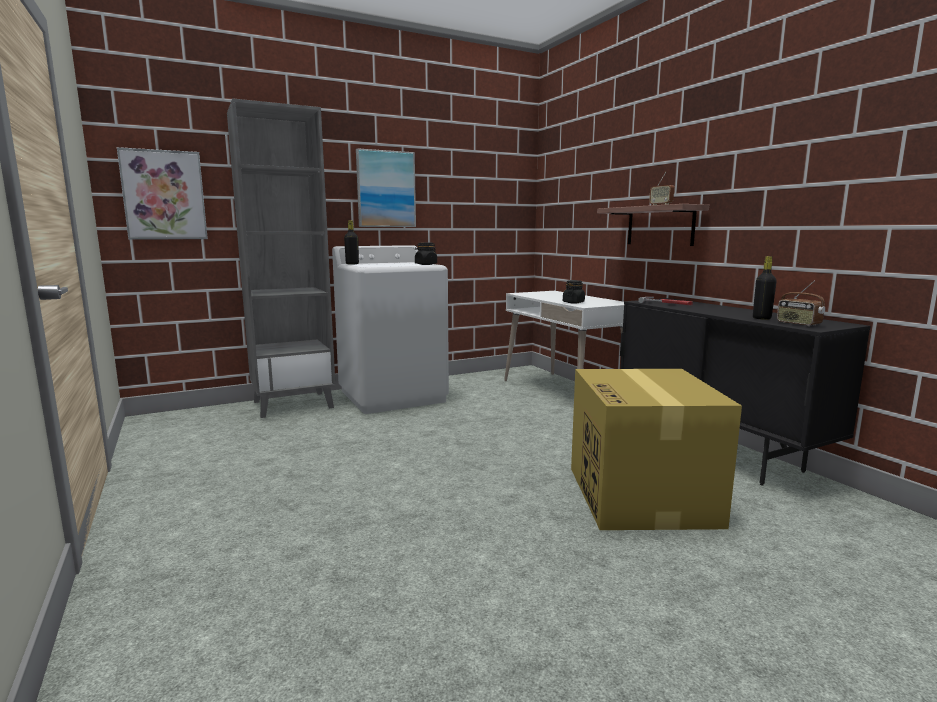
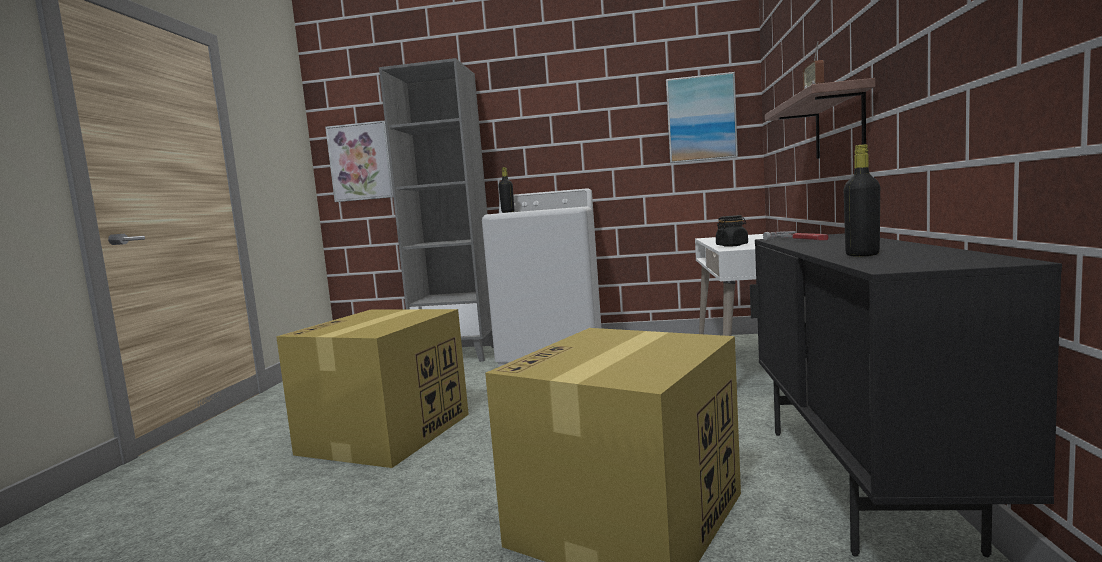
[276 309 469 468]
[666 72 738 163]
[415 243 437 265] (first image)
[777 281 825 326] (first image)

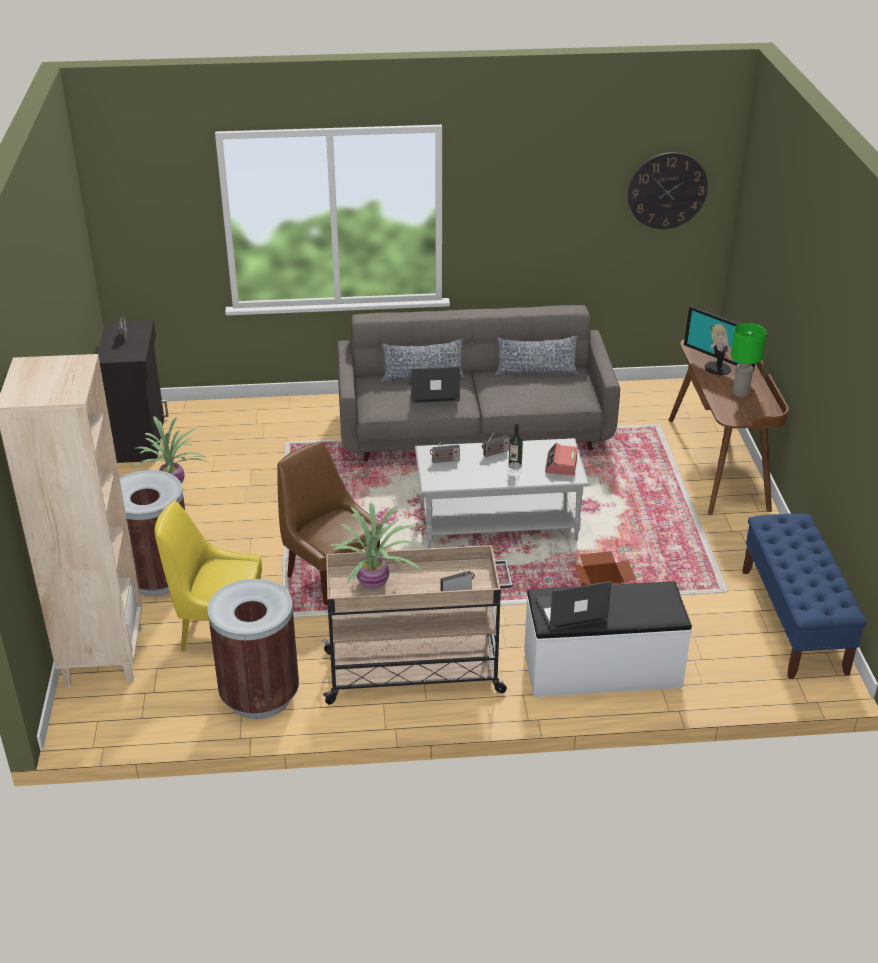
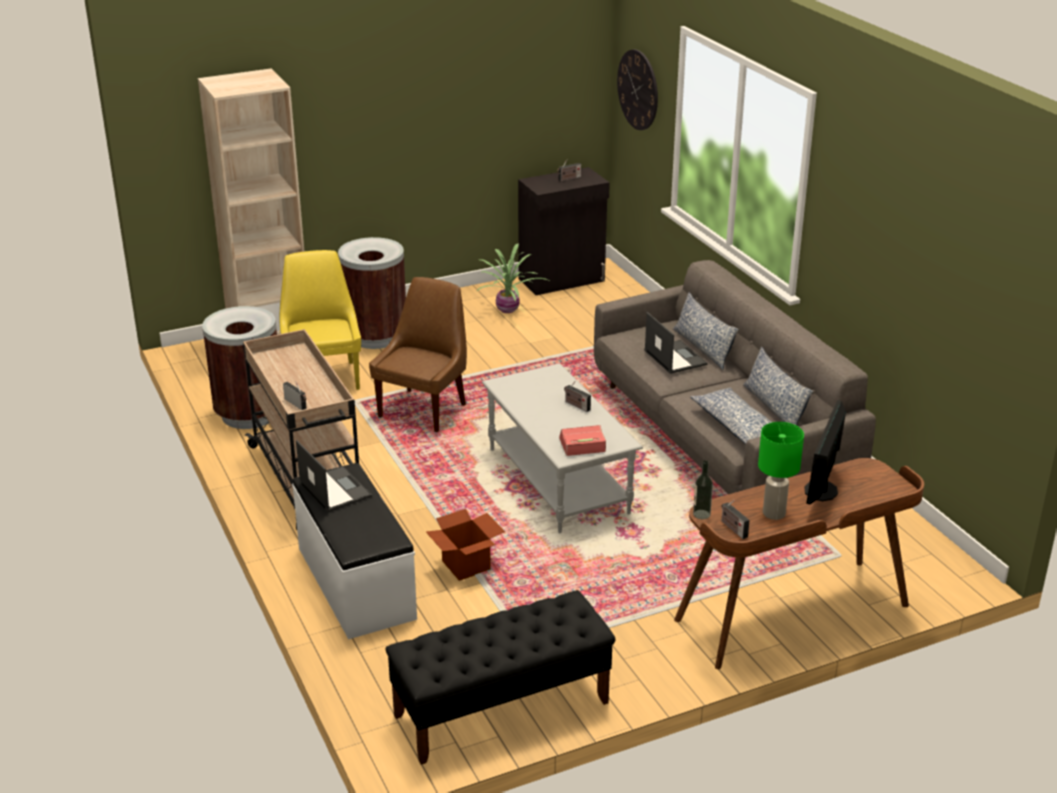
[386 590 615 765]
[617 49 658 130]
[690 387 772 444]
[693 460 713 519]
[722 500 750 539]
[328 503 423 589] (first image)

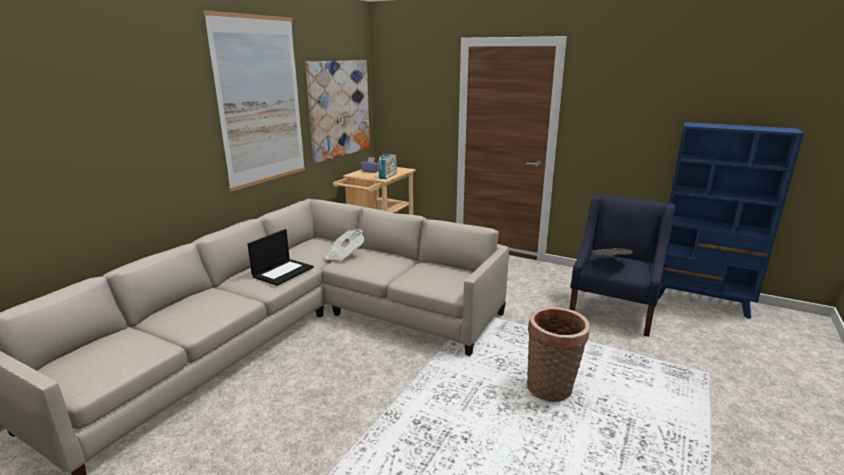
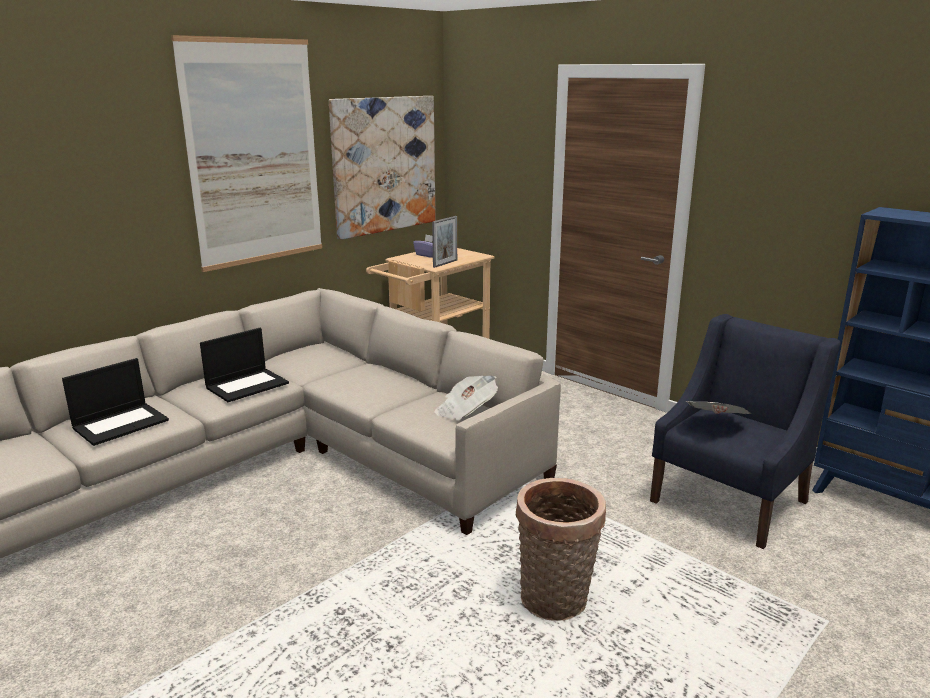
[62 358 169 446]
[432 216 457 268]
[434 376 498 421]

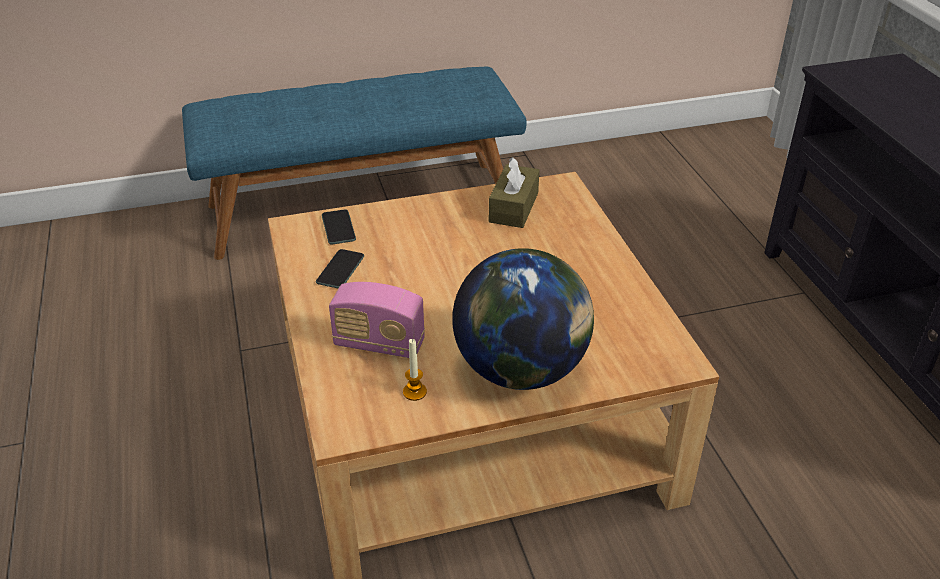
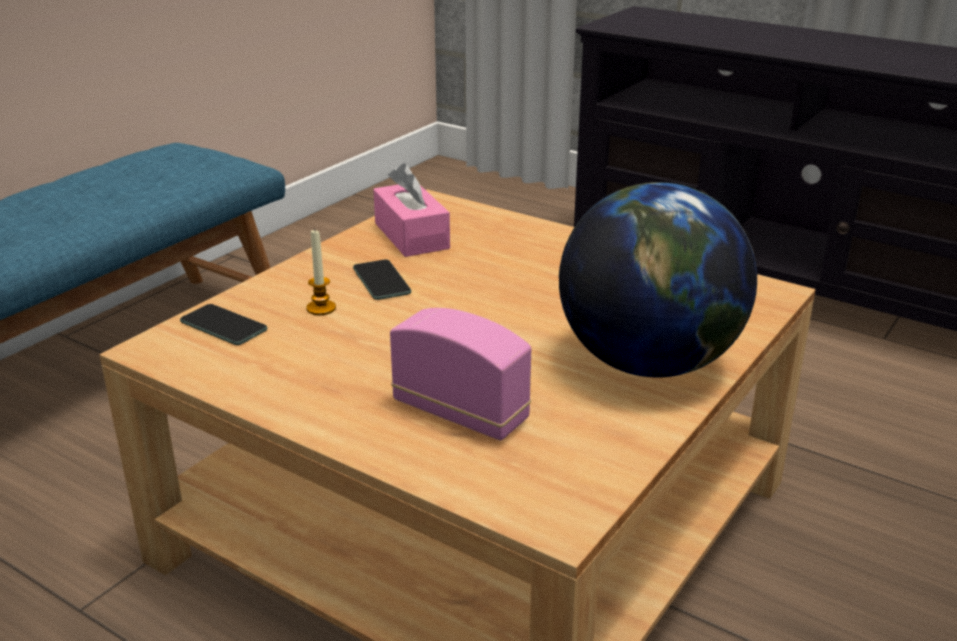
[306 228 336 315]
[353 260 411 300]
[373 163 450 257]
[390 308 531 440]

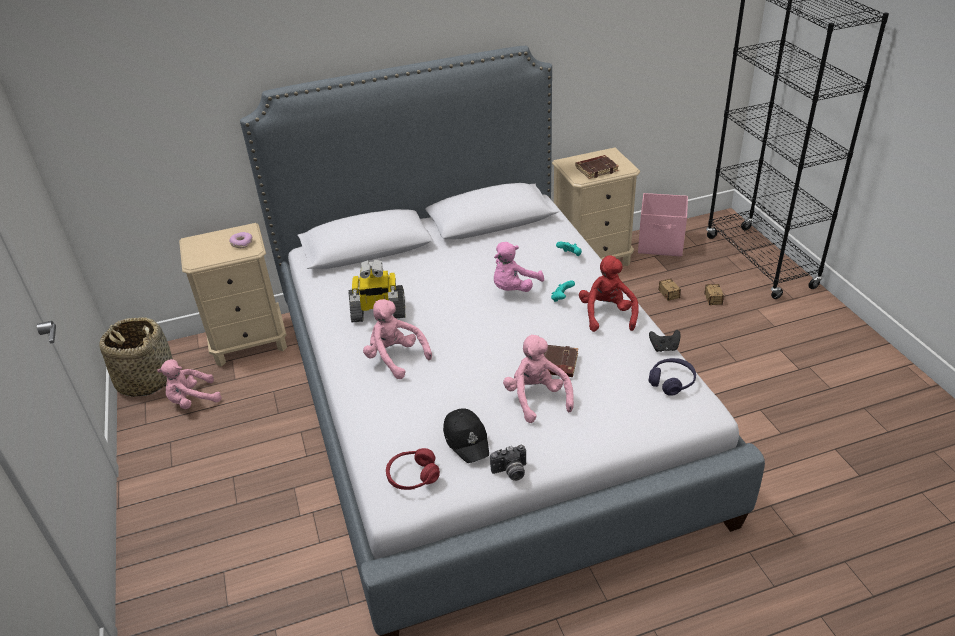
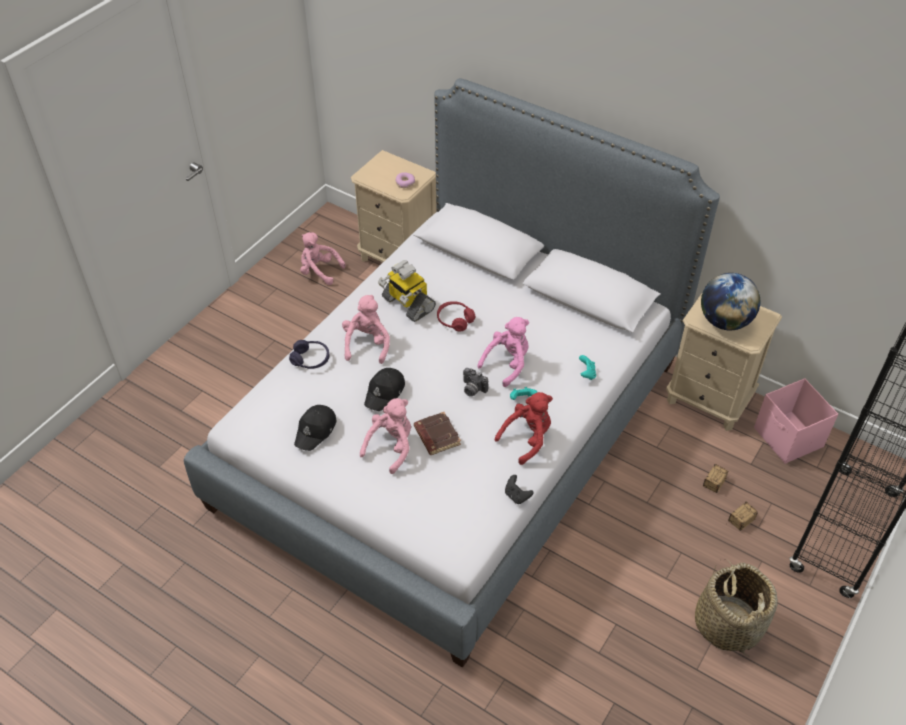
[289 340 329 369]
[364 368 405 411]
[437 301 475 332]
[463 368 488 397]
[477 317 529 387]
[695 561 778 656]
[701 273 760 330]

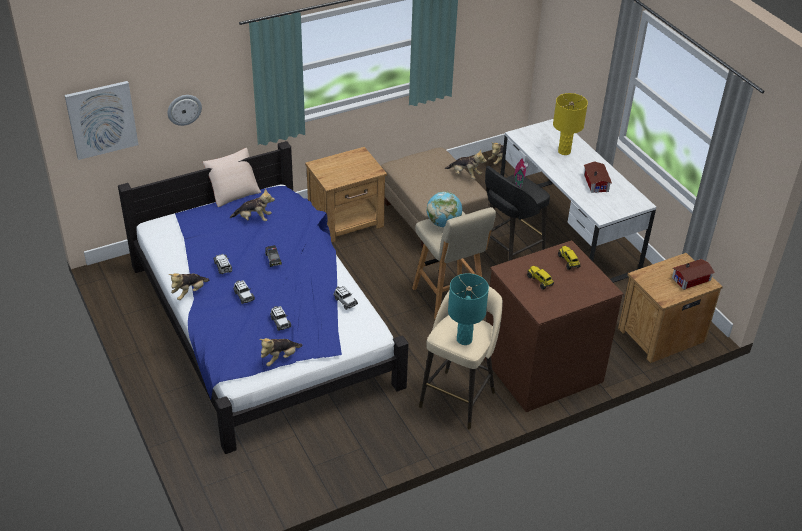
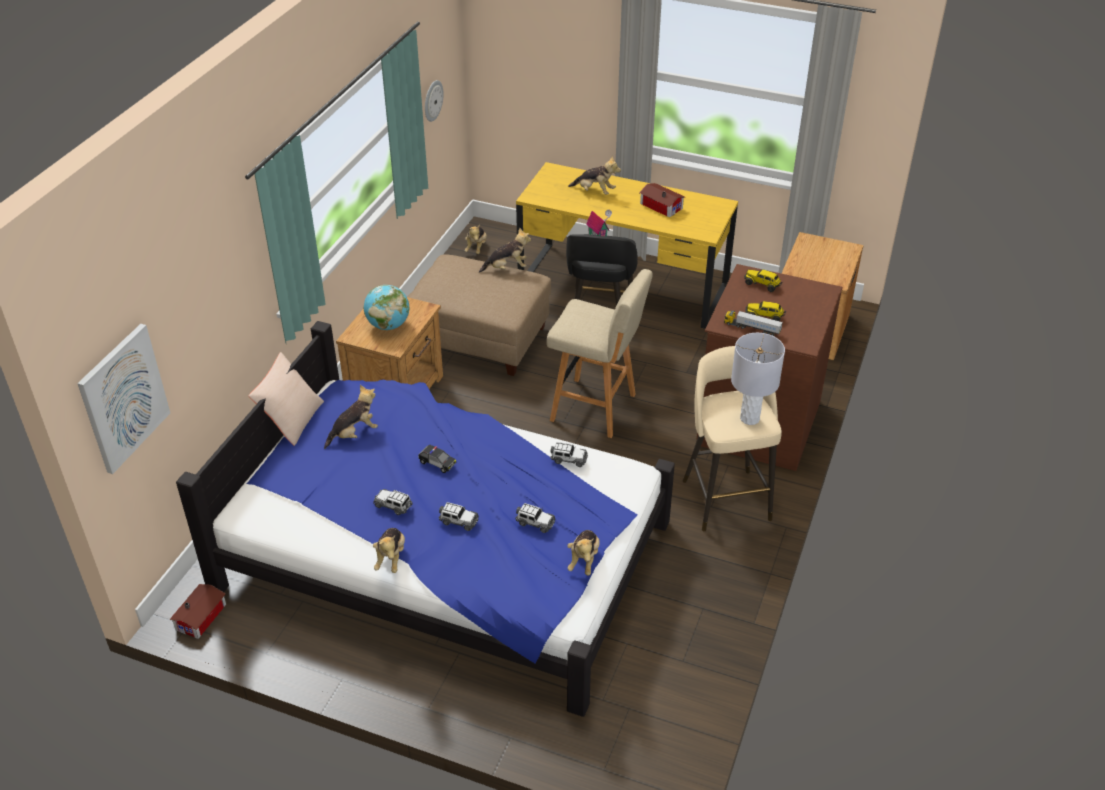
[169 584 226 639]
[364 285 409 330]
[425 80 443 122]
[516 162 738 329]
[568 156 621 195]
[724 311 783 336]
[731 333 785 425]

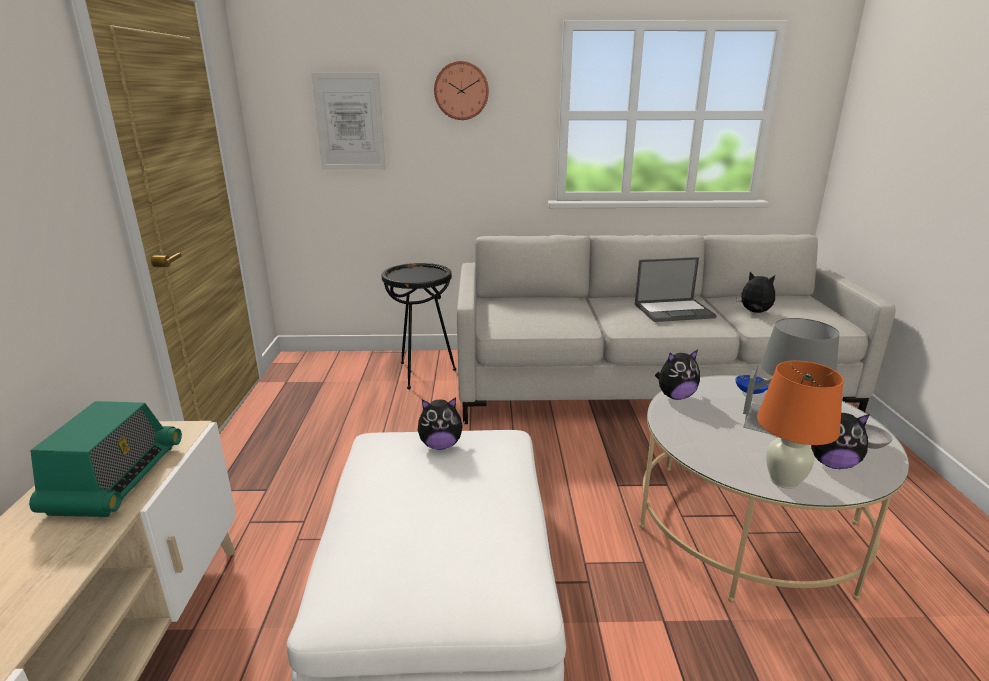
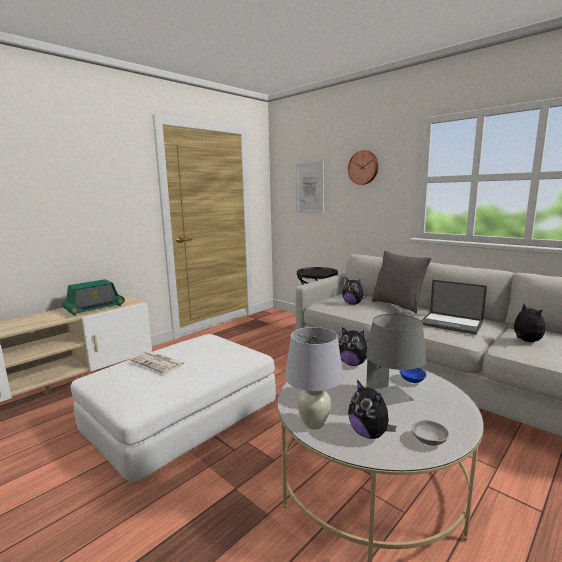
[130 351 185 374]
[285 327 343 429]
[342 278 367 305]
[371 251 432 314]

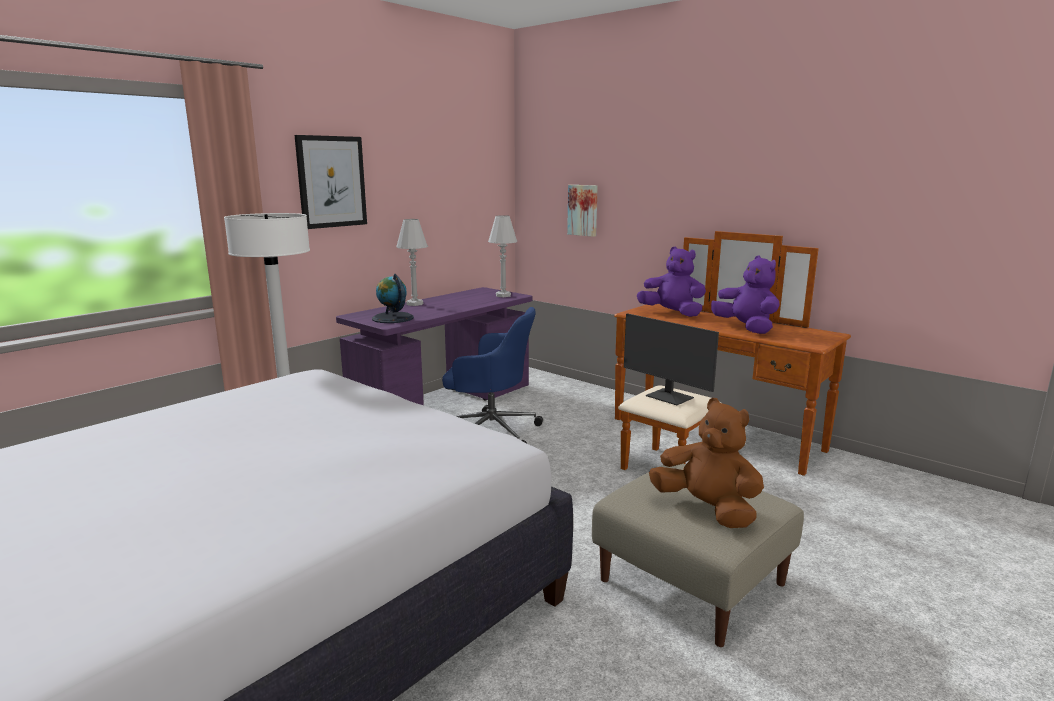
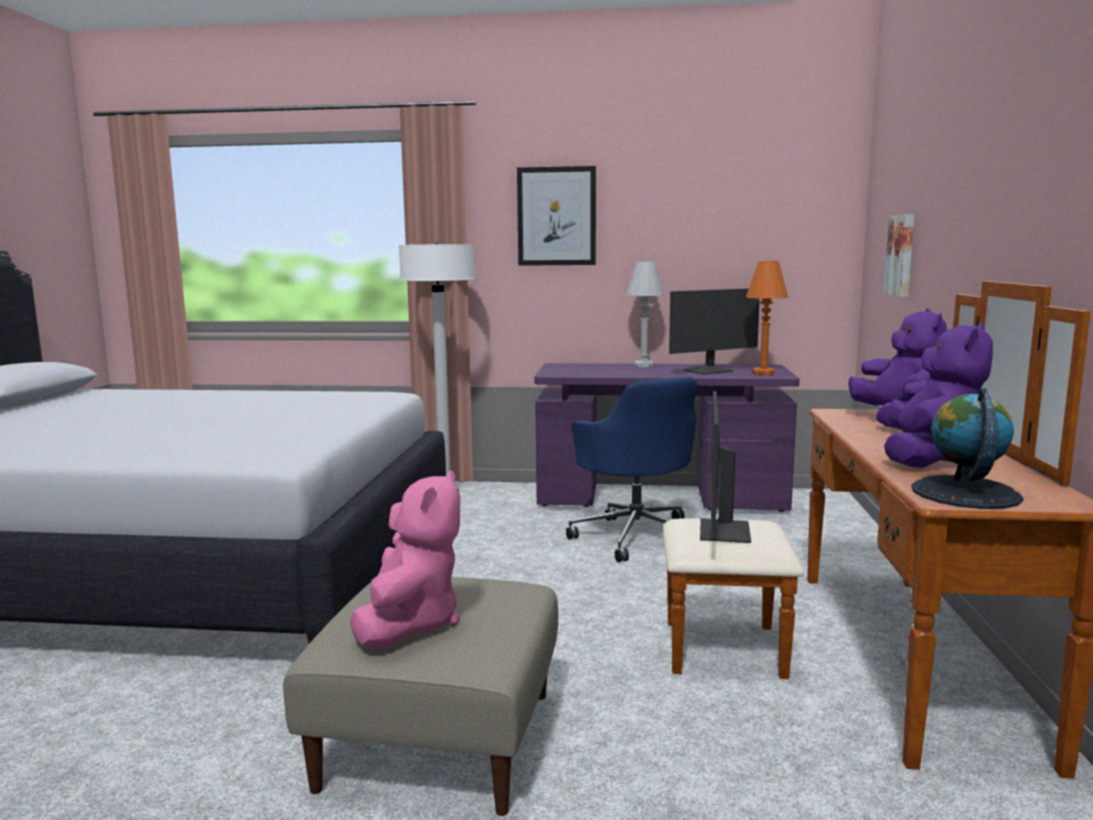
[350 470 460 649]
[669 289 760 375]
[746 261 788 375]
[911 388 1024 509]

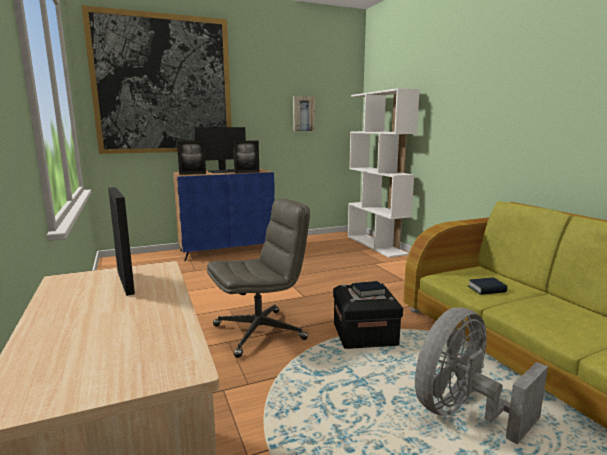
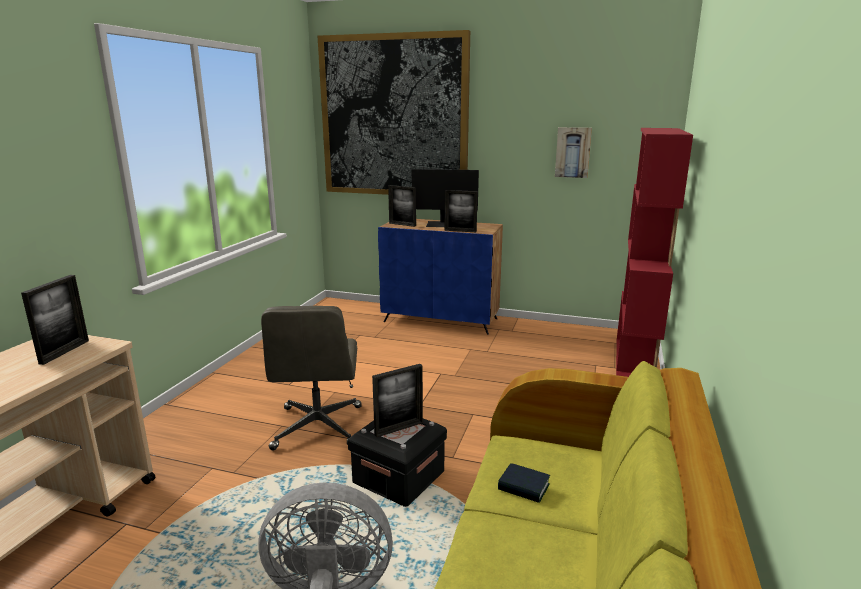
[261 306 362 450]
[372 364 423 437]
[616 128 693 377]

